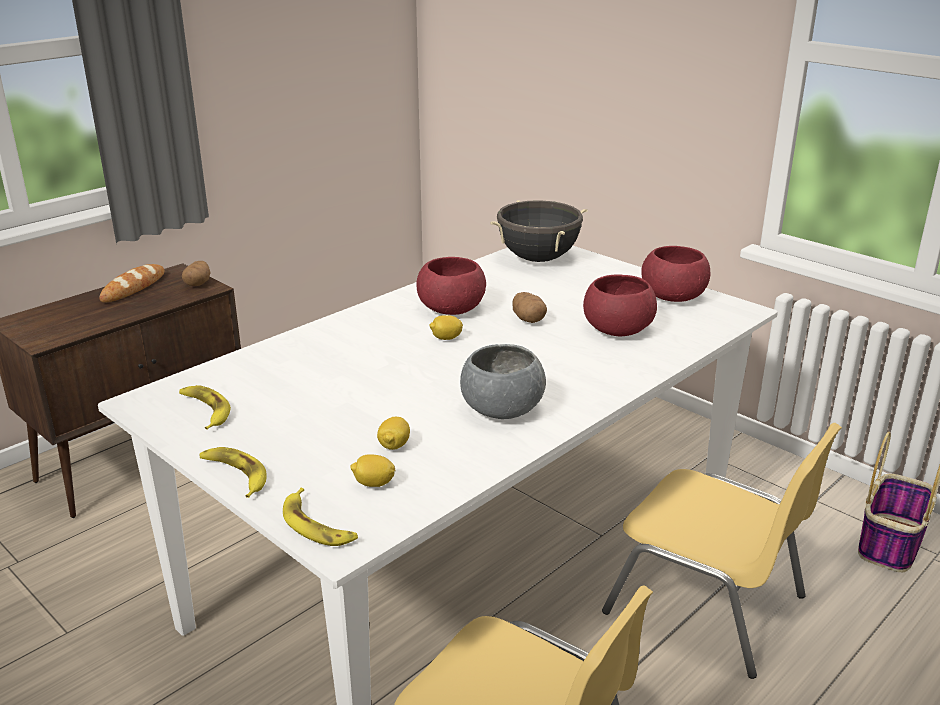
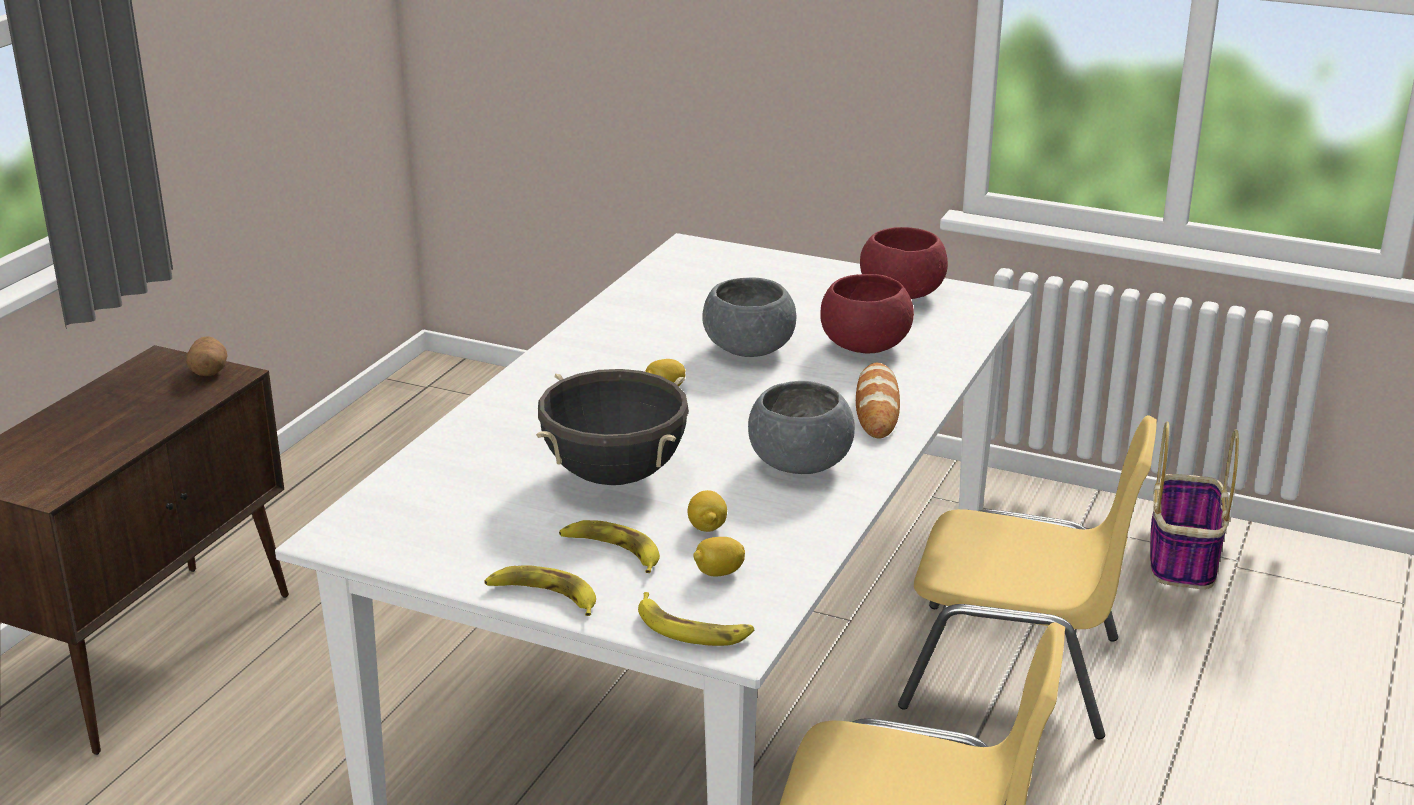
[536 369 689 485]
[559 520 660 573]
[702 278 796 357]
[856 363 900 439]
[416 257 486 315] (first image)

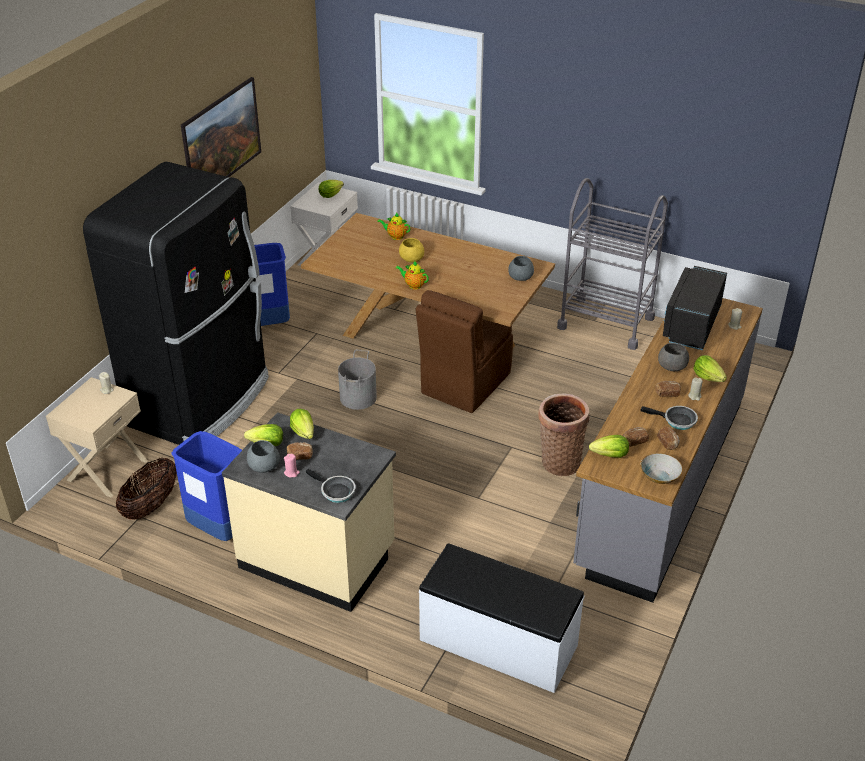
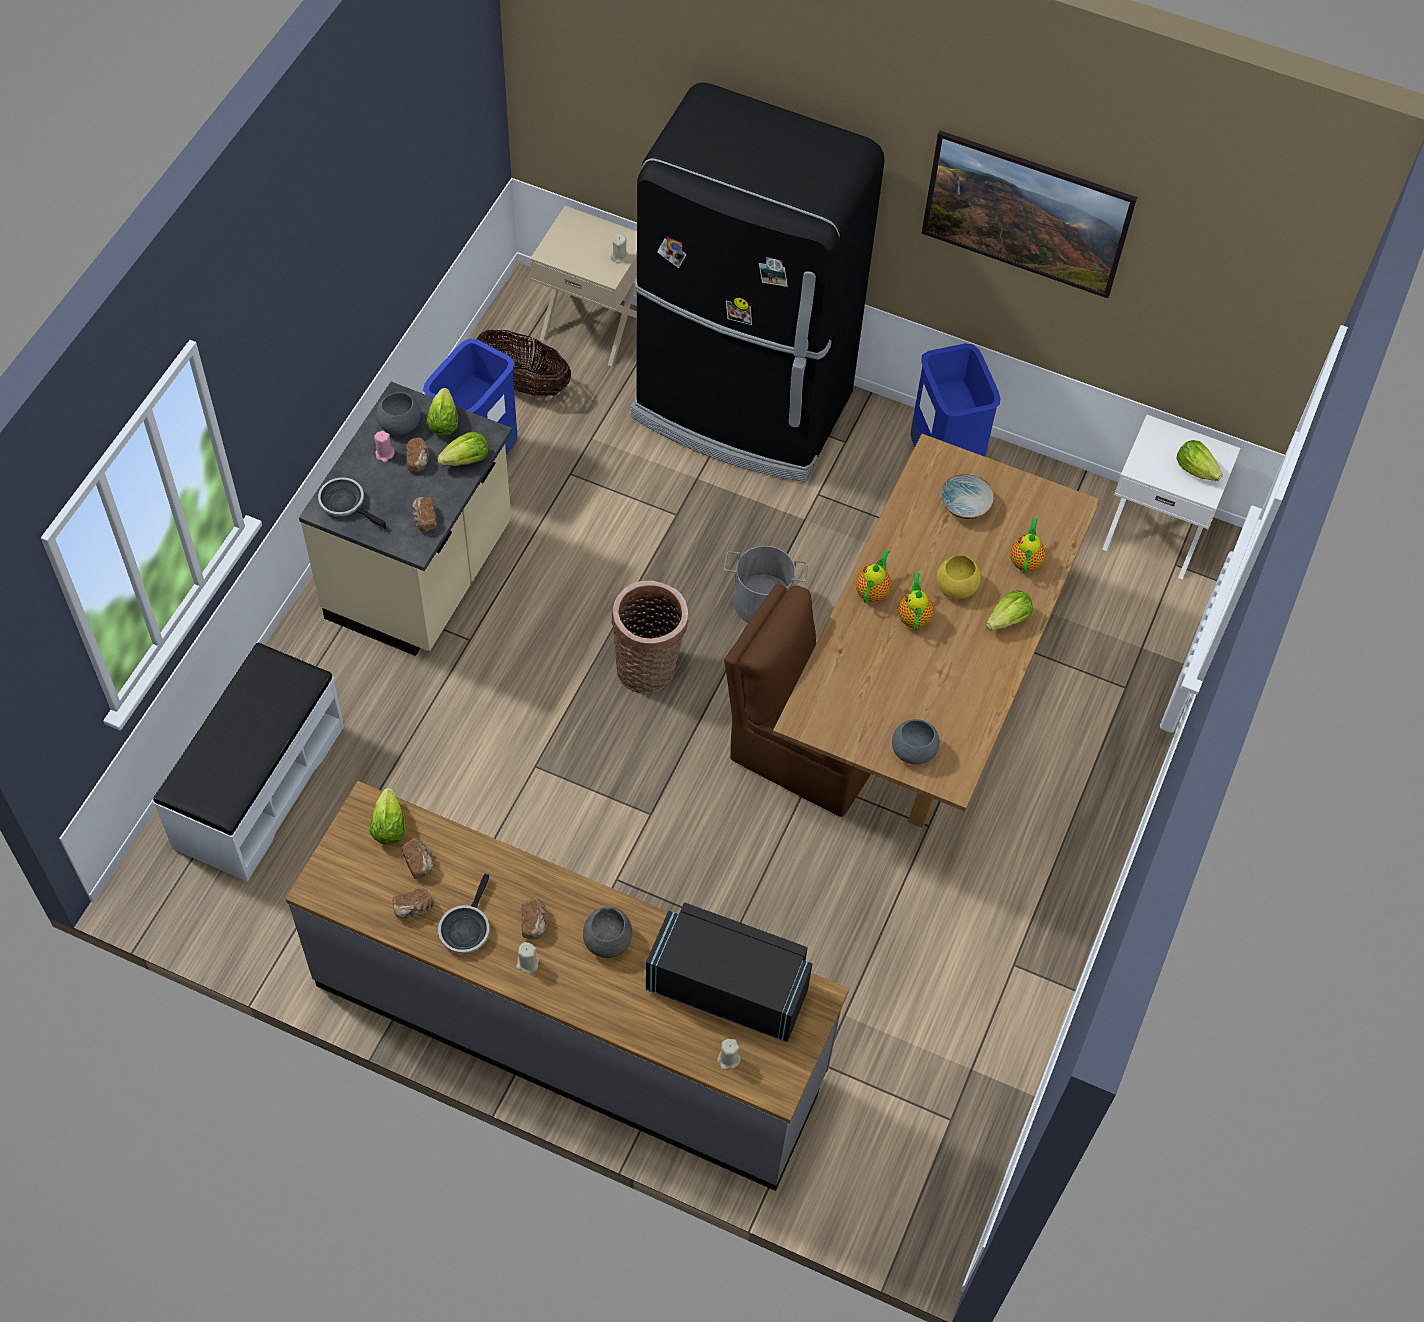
[318 478 386 529]
[412 497 437 532]
[611 581 689 694]
[898 573 934 631]
[940 474 995 519]
[986 590 1033 631]
[557 178 668 350] (first image)

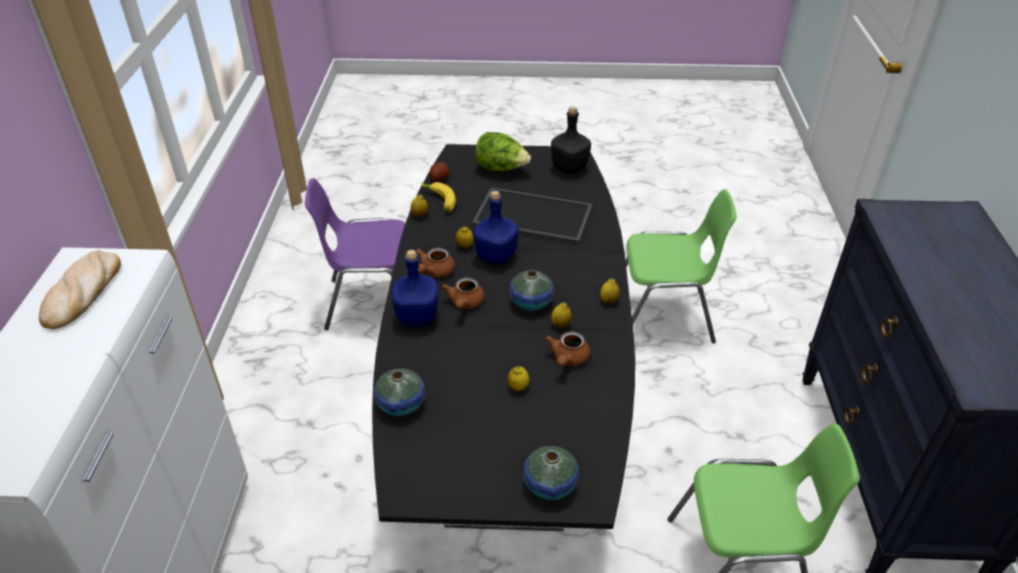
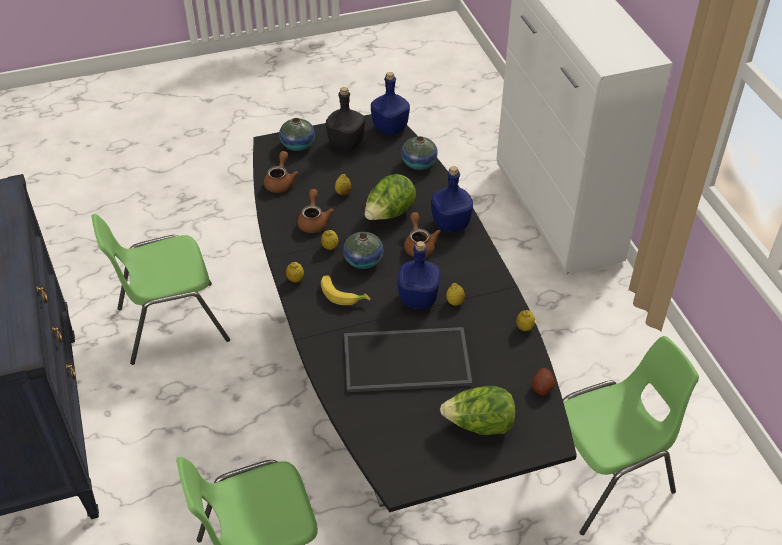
[264 151 299 193]
[321 275 370 305]
[326 87 365 151]
[365 174 416 220]
[371 72 410 135]
[563 336 699 535]
[39 250 121 329] (first image)

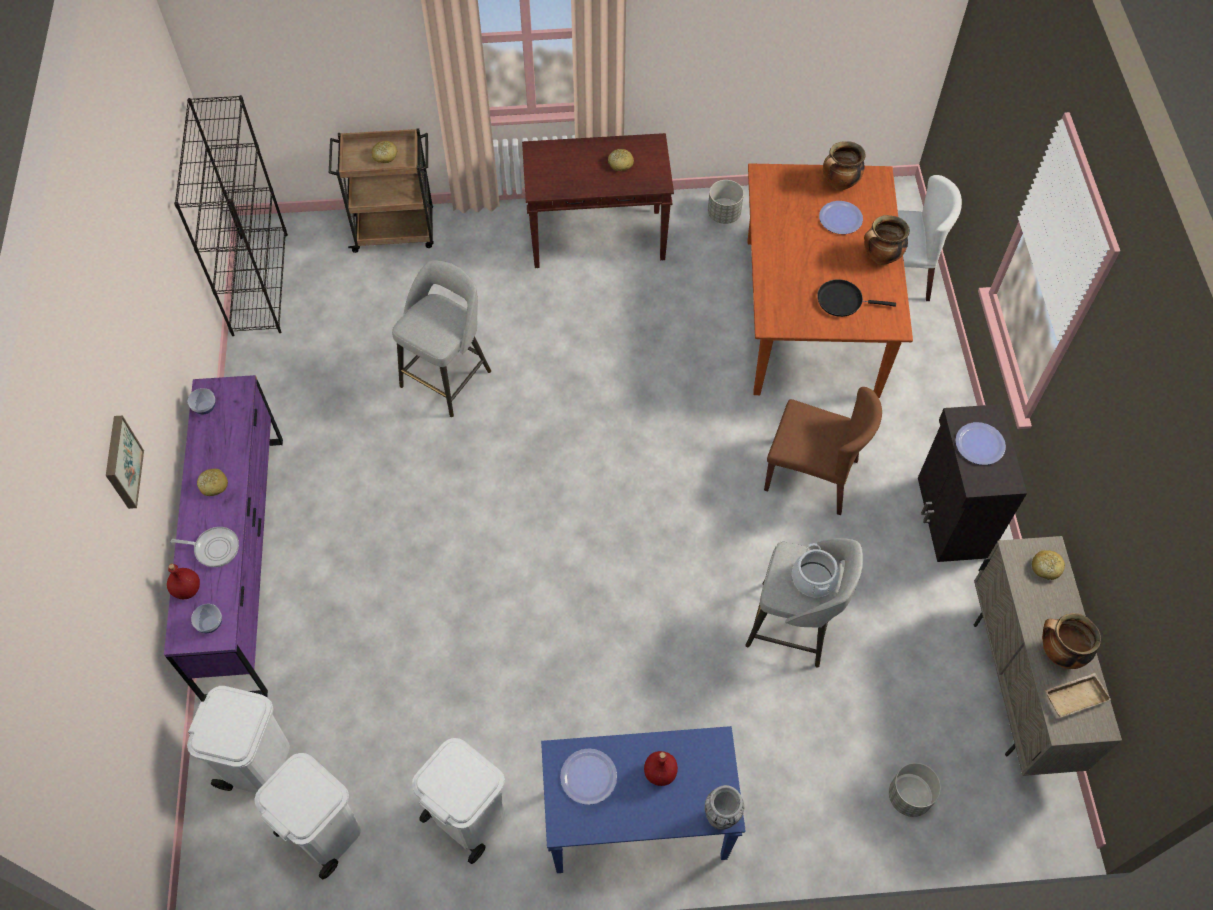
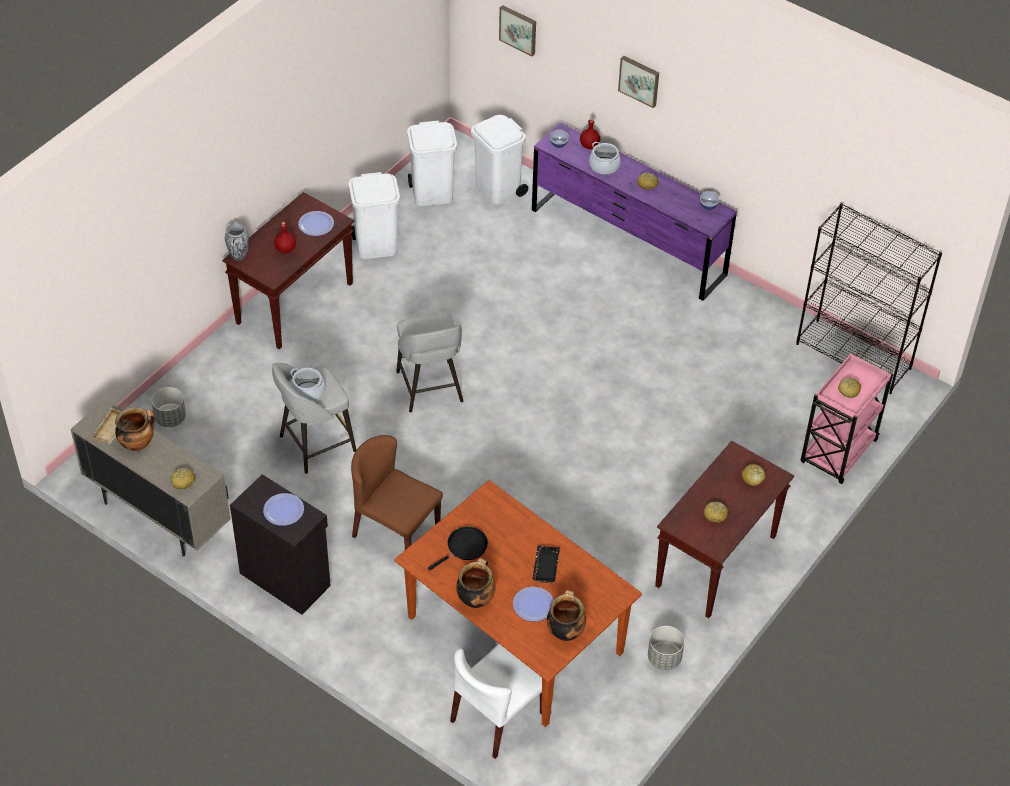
[222 192 354 349]
[351 435 443 550]
[396 313 463 412]
[499 5 536 56]
[532 546 560 583]
[589 142 621 175]
[742 464 766 486]
[801 351 893 484]

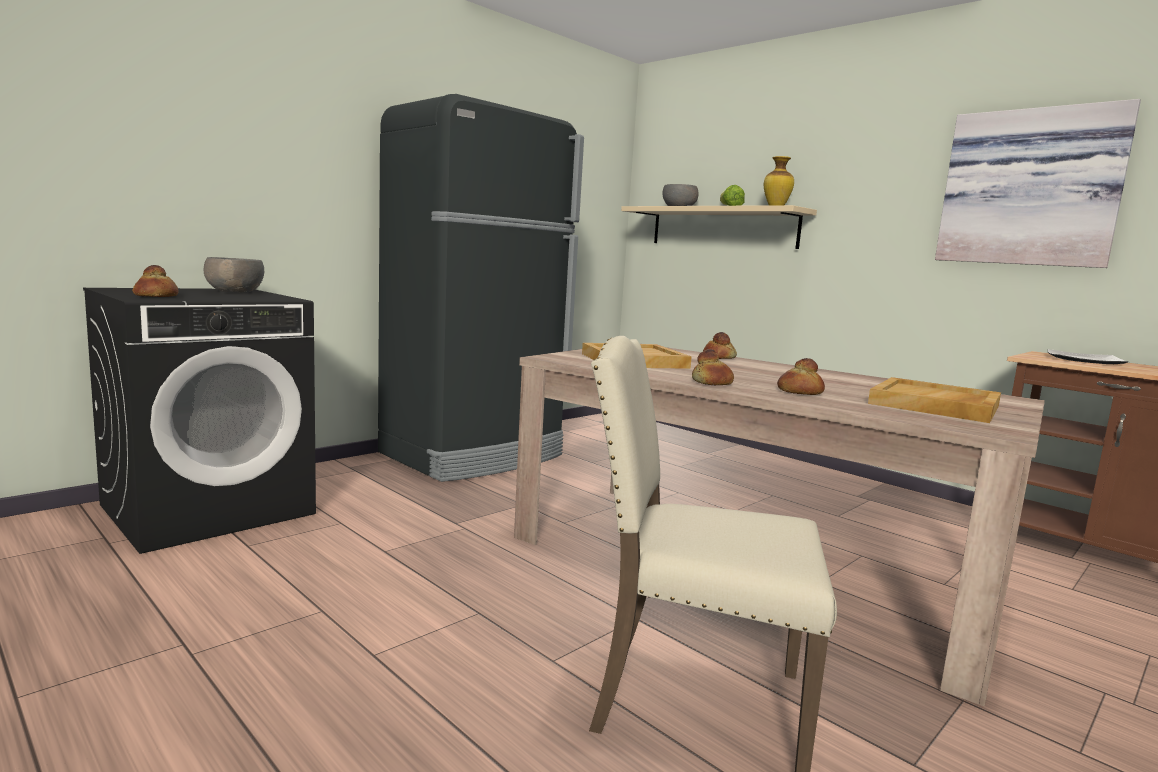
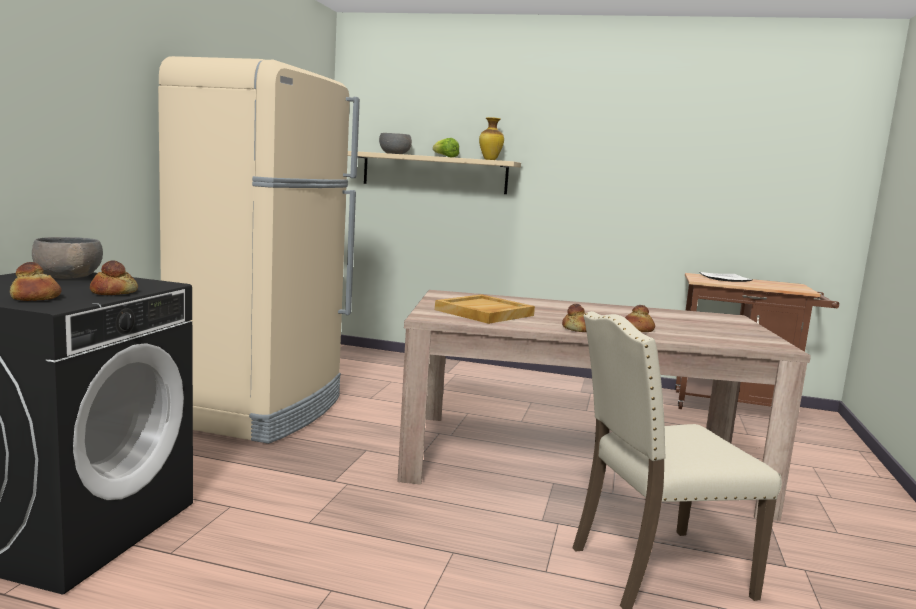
[90 260 138 295]
[158 56 360 444]
[868 377 1001 423] (first image)
[935 99 1141 268] (first image)

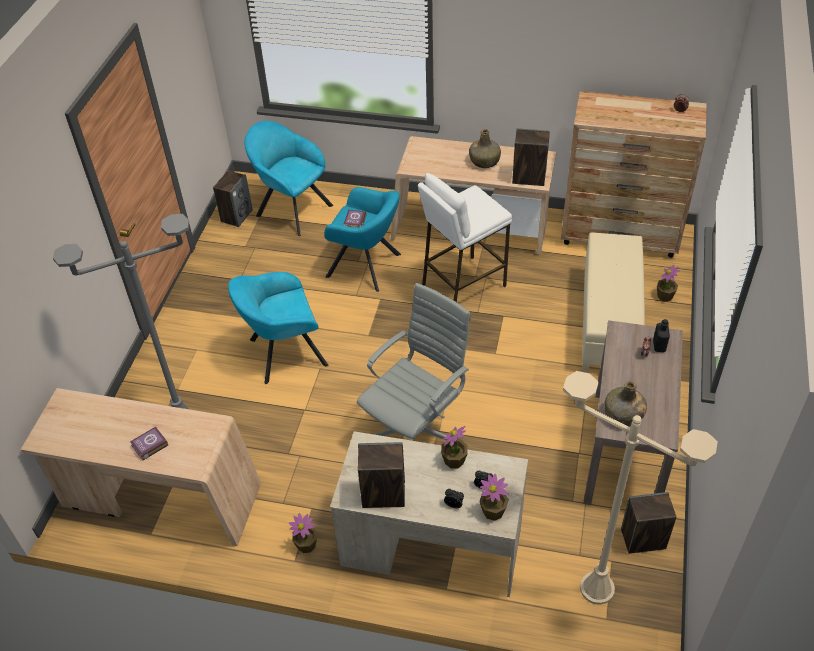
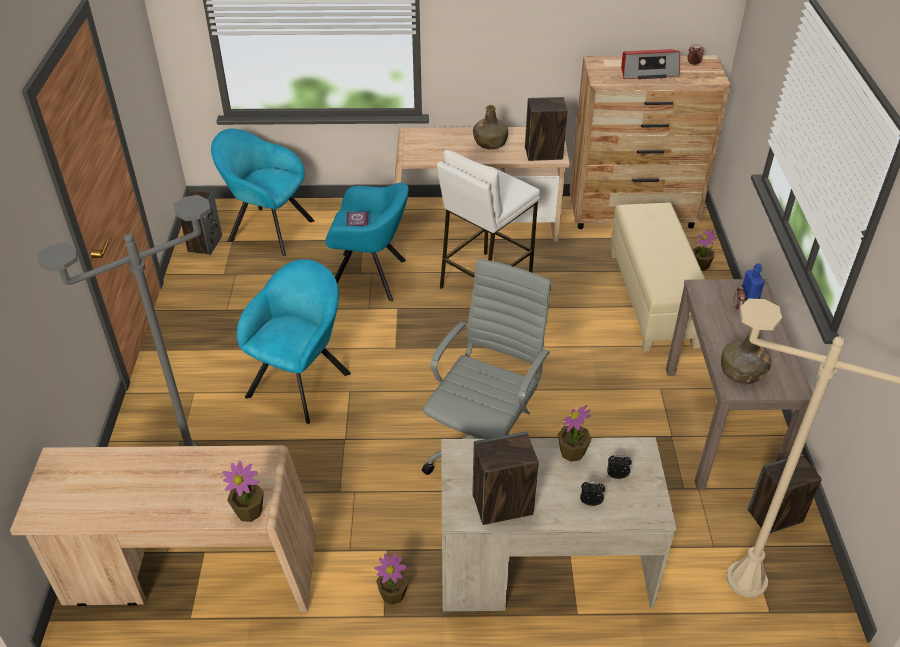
[222 461 264 522]
[237 259 351 424]
[621 49 680 79]
[742 263 765 301]
[130 427 168 461] (first image)

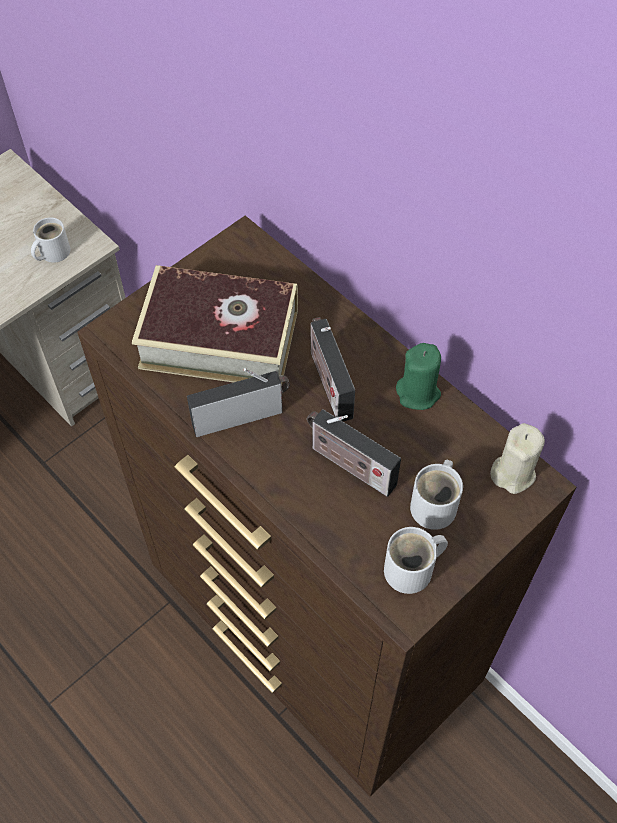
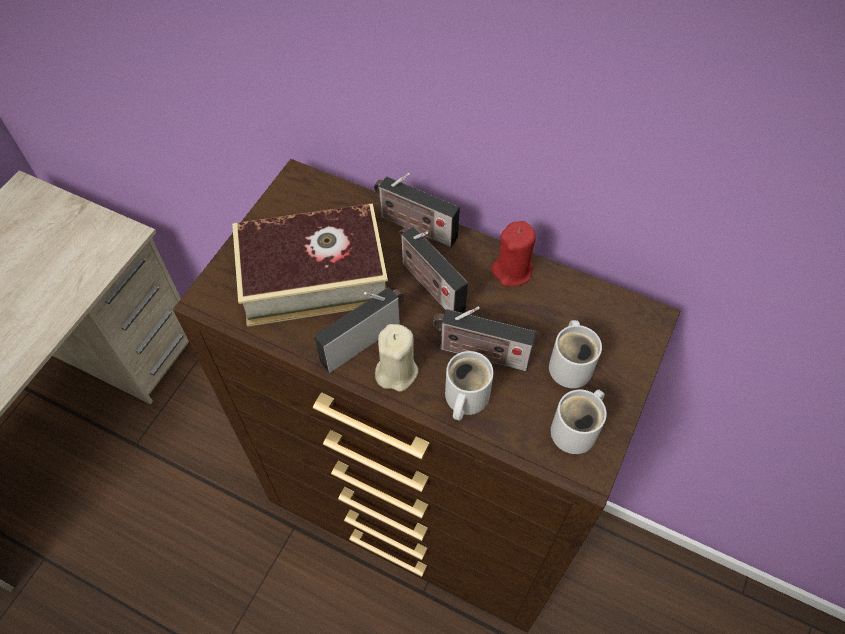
[374 173 460 247]
[375 324 418 392]
[445 351 494 421]
[491 221 536 287]

